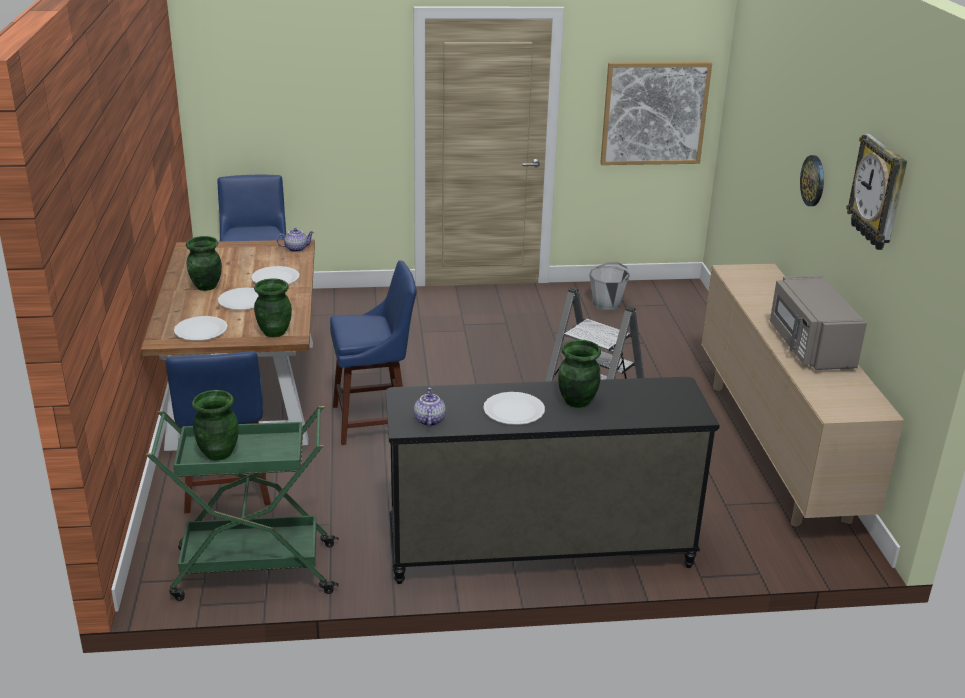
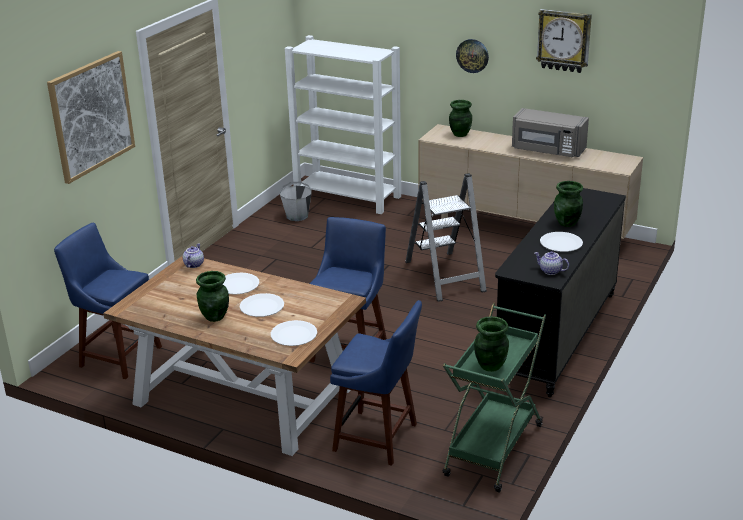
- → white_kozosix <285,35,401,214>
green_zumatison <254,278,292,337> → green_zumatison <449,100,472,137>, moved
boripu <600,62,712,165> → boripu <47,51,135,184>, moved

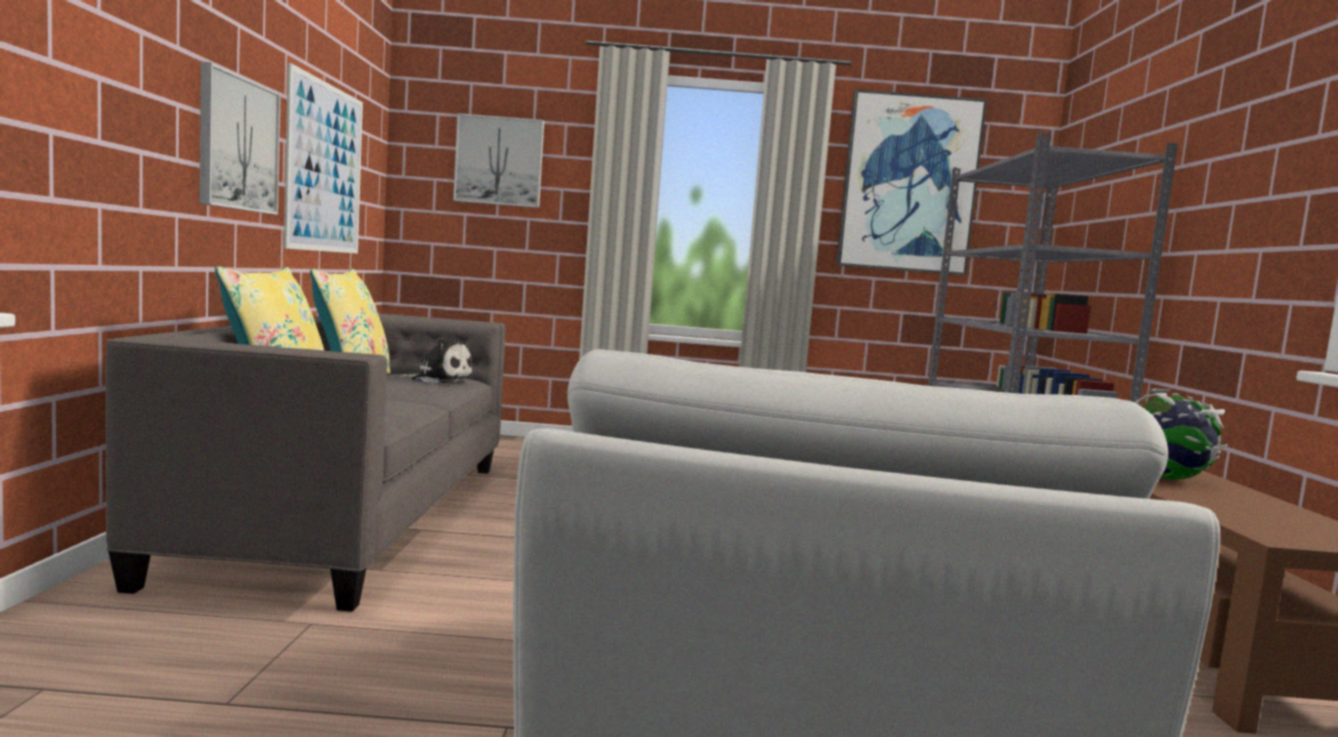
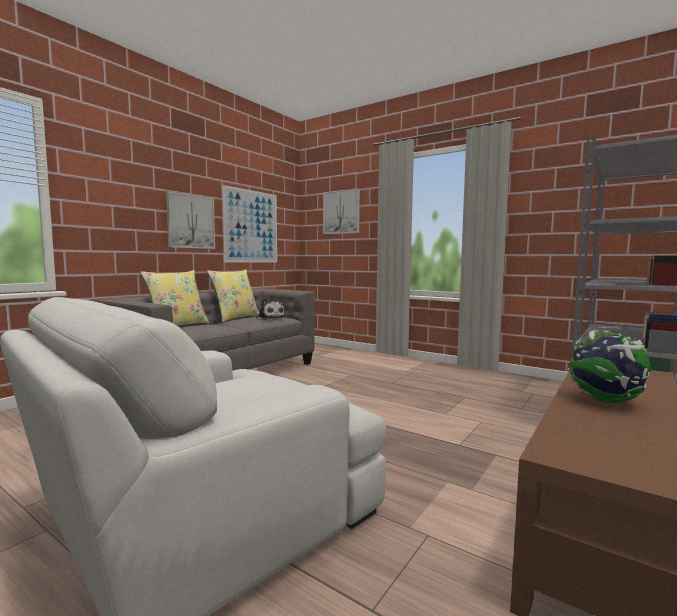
boripu <836,89,987,275> → -

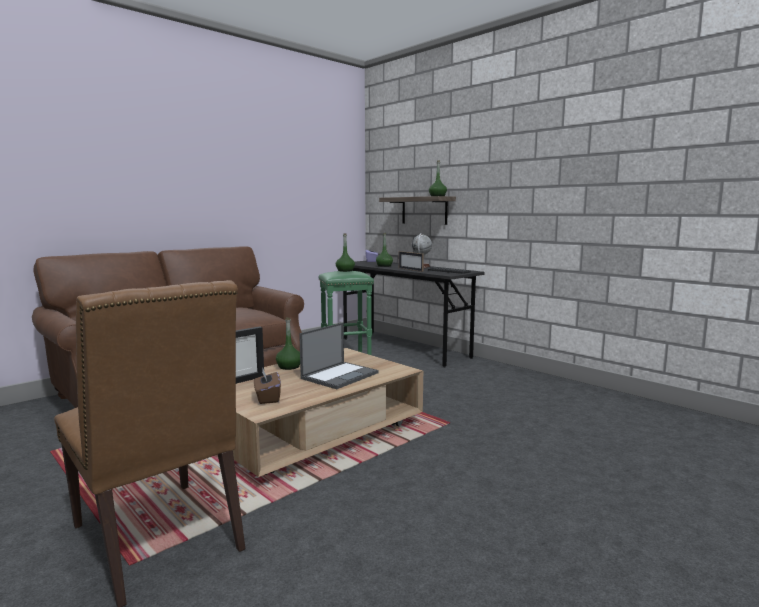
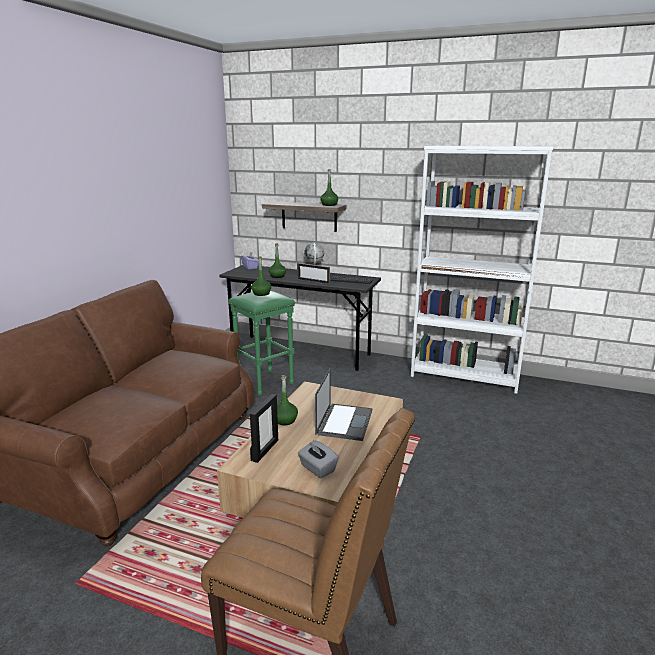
- → white_kozosix <411,146,553,394>
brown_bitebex <254,369,281,404> → grey_bitebex <298,440,338,478>

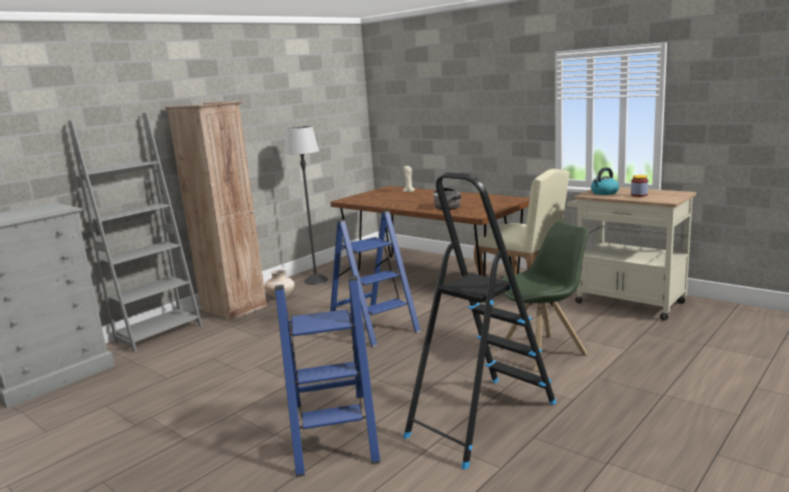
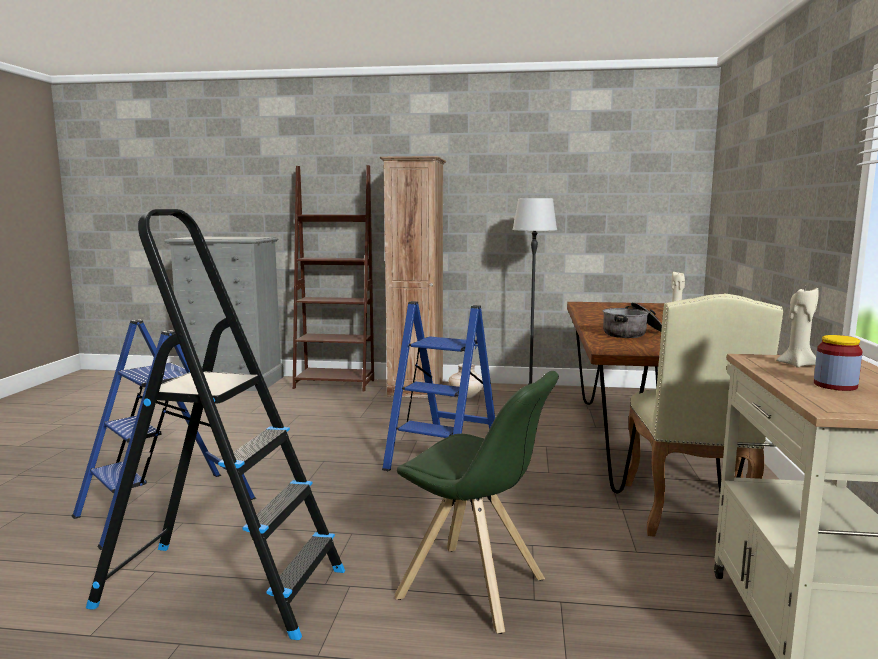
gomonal <591,167,619,195> → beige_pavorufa <776,288,819,368>
grey_kozosix <68,113,202,352> → brown_kozosix <293,165,374,392>

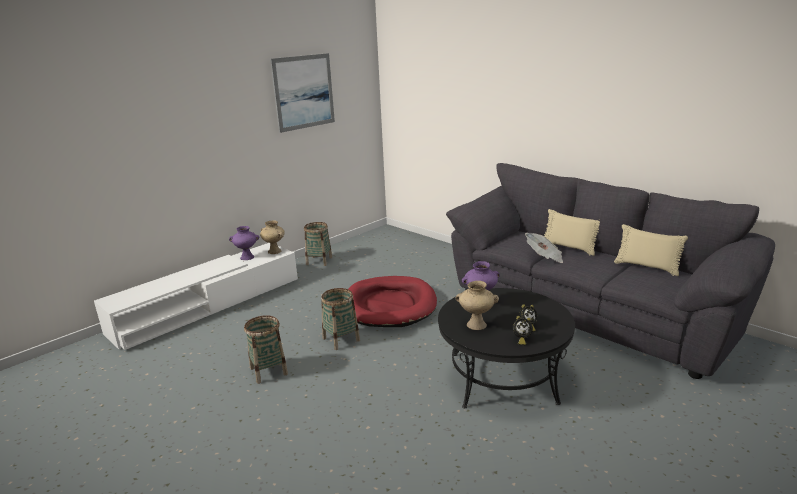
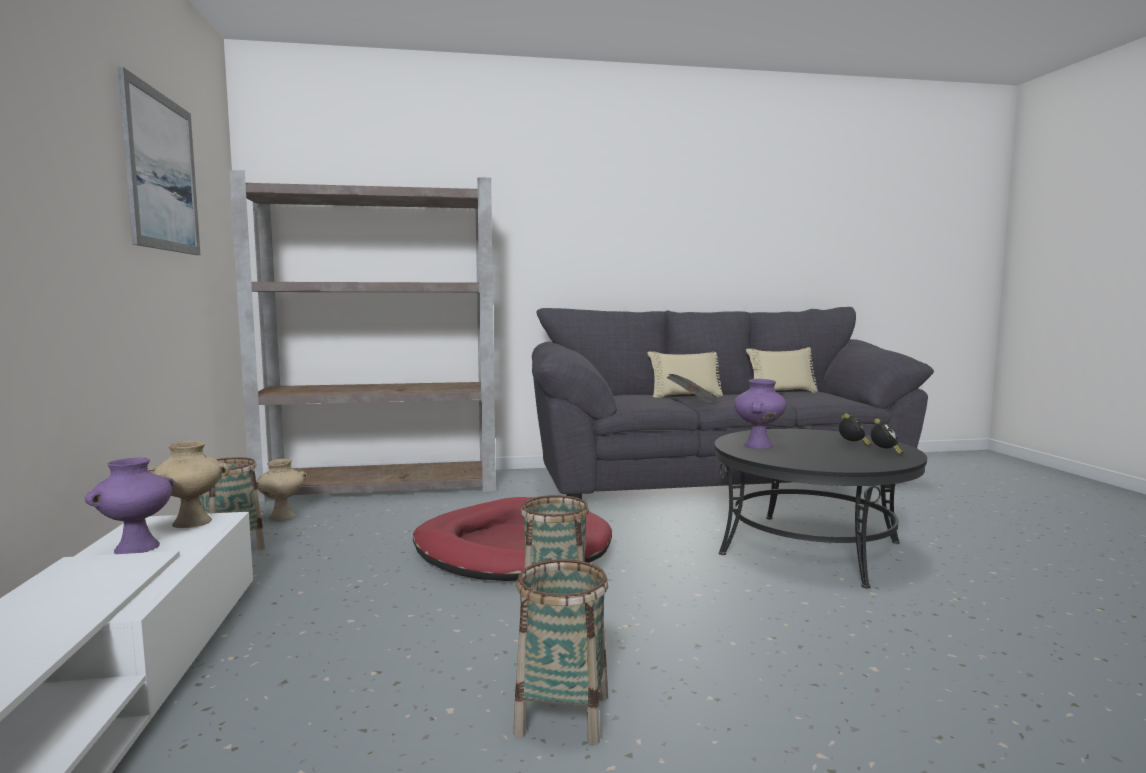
- → brown_kozosix <229,170,496,503>
beige_zumatison <456,281,499,330> → beige_zumatison <256,459,307,521>, moved

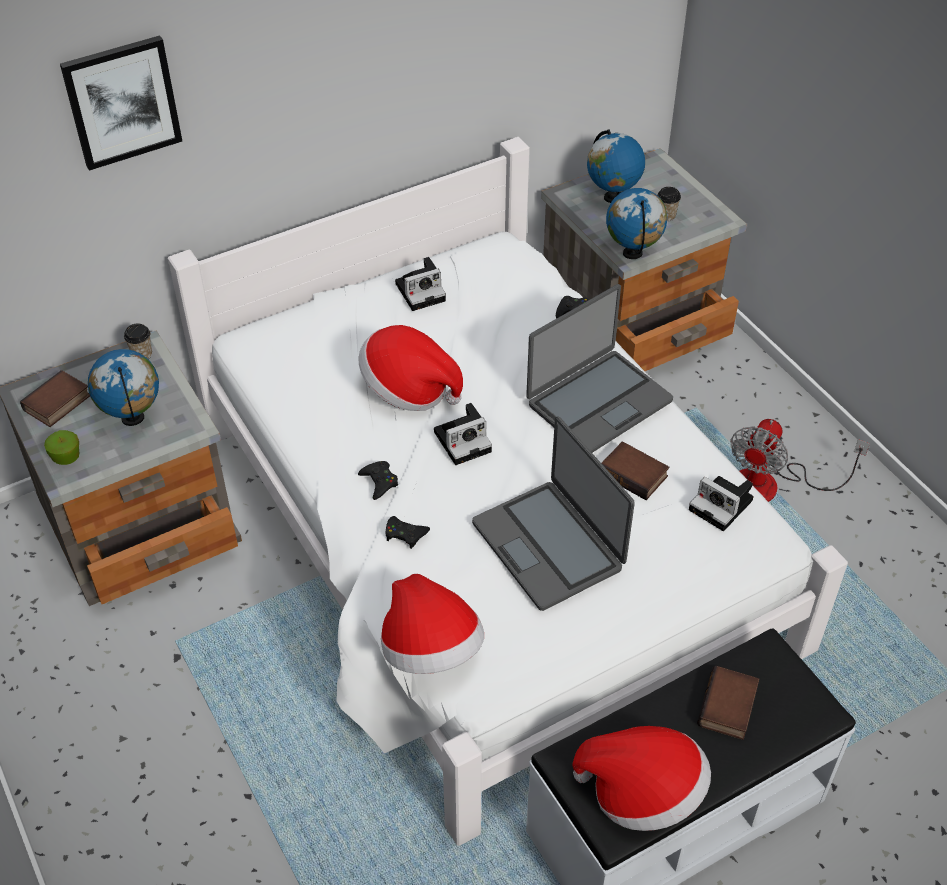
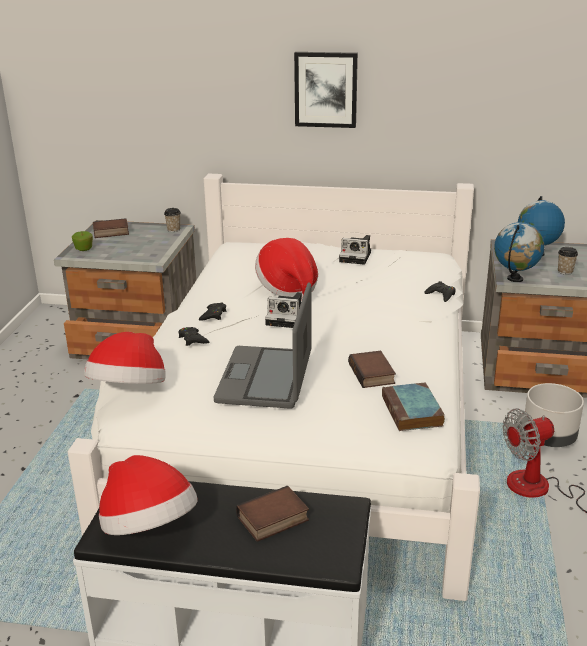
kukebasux <88,349,159,426> → -
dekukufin <526,284,673,453> → -
- → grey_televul <525,383,584,447>
boripu <60,35,182,171> → boripu <294,52,358,128>, moved
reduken <689,476,754,531> → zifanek <382,383,445,431>

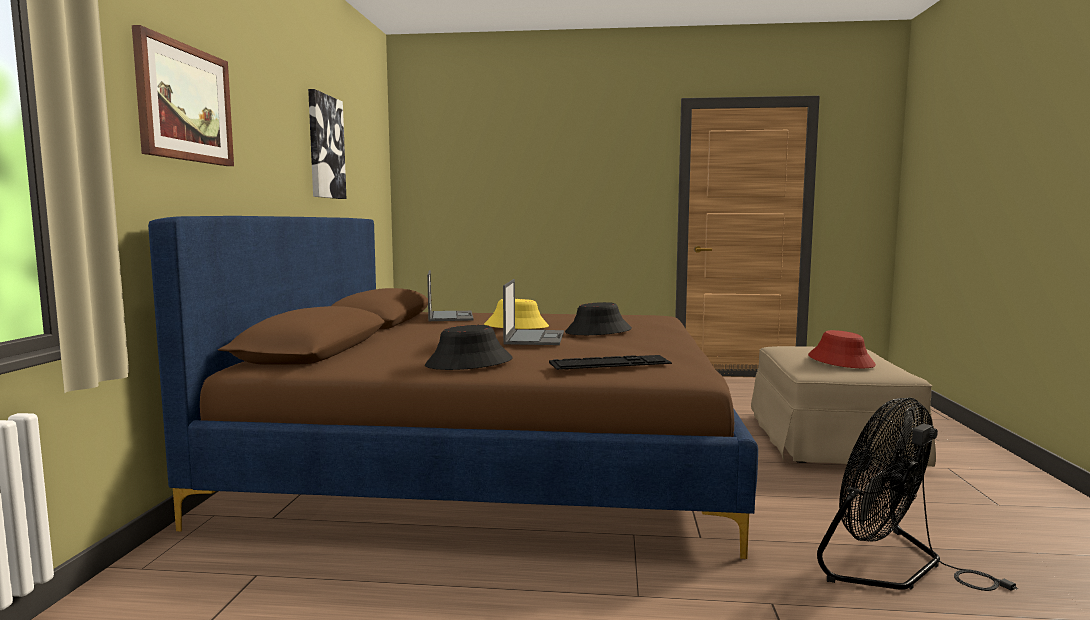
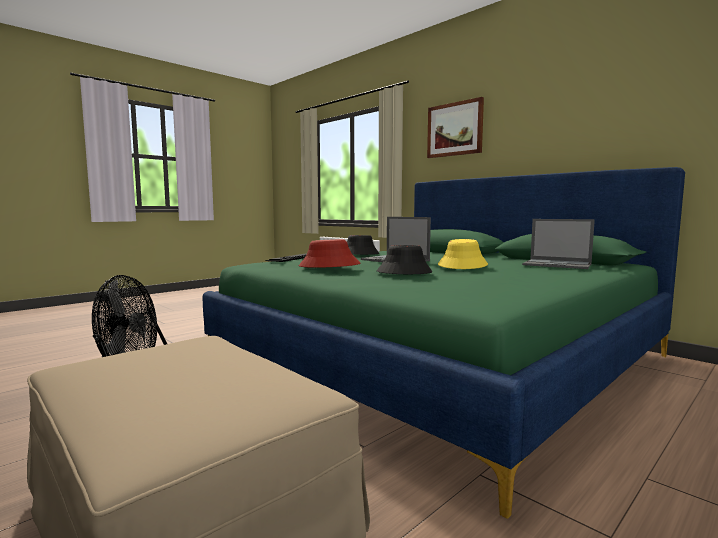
boripu <308,89,347,199> → -
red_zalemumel <808,330,876,368> → red_zalemumel <298,239,361,268>, moved
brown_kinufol <148,216,758,559> → green_kinufol <203,167,685,519>

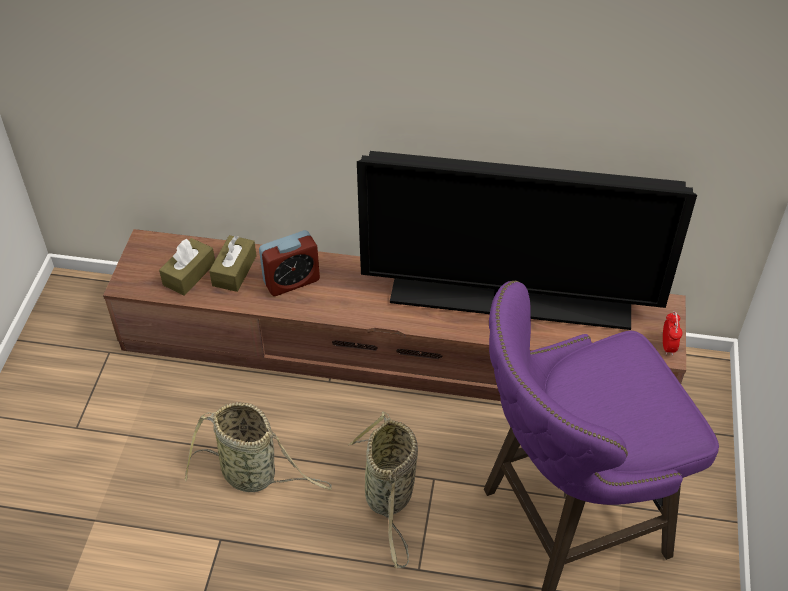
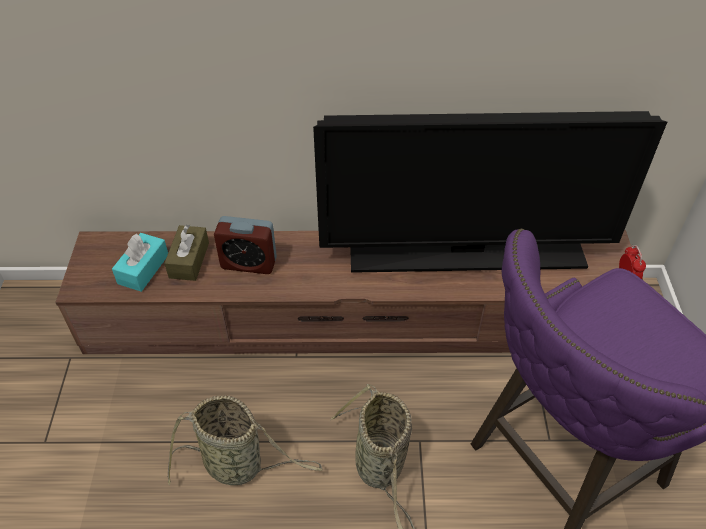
brown_bitebex <159,238,215,296> → turquoise_bitebex <112,233,168,292>
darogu <259,230,320,296> → darogu <214,216,277,274>, 45 degrees clockwise

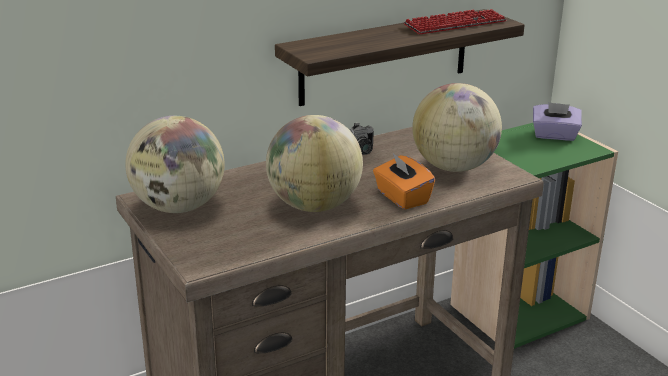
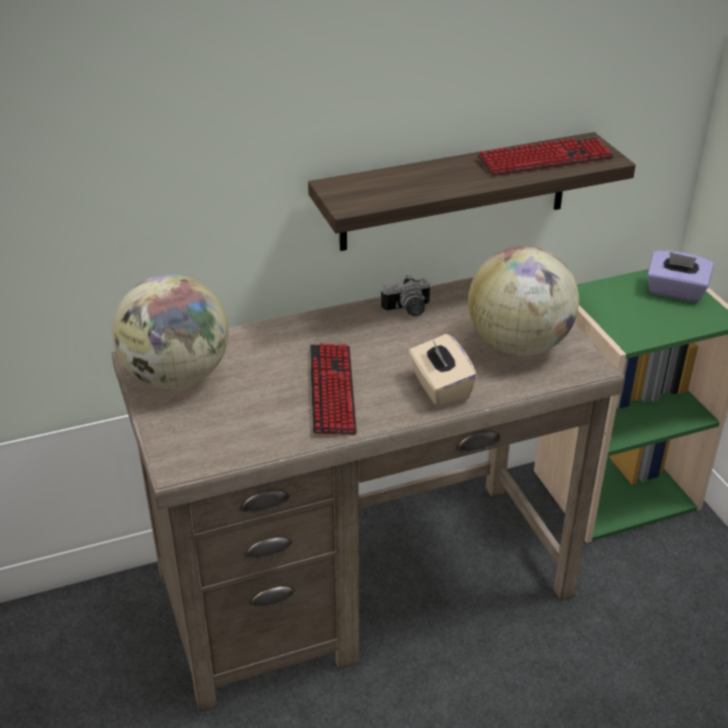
kukebasux <266,115,363,212> → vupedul <310,343,357,435>
orange_bitebex <373,153,435,210> → beige_bitebex <409,334,477,407>

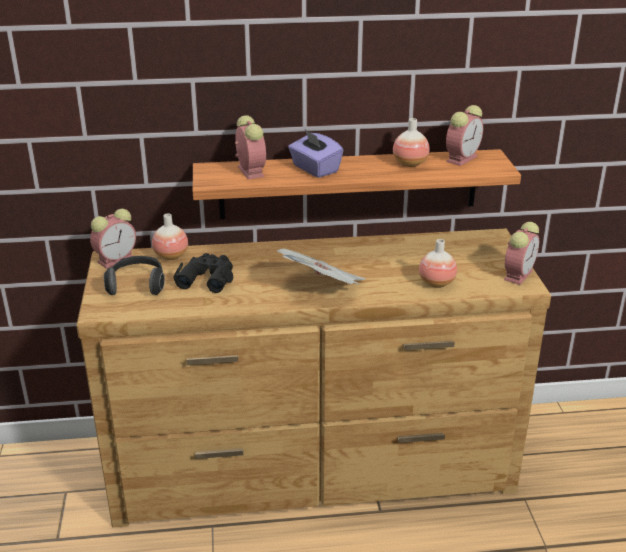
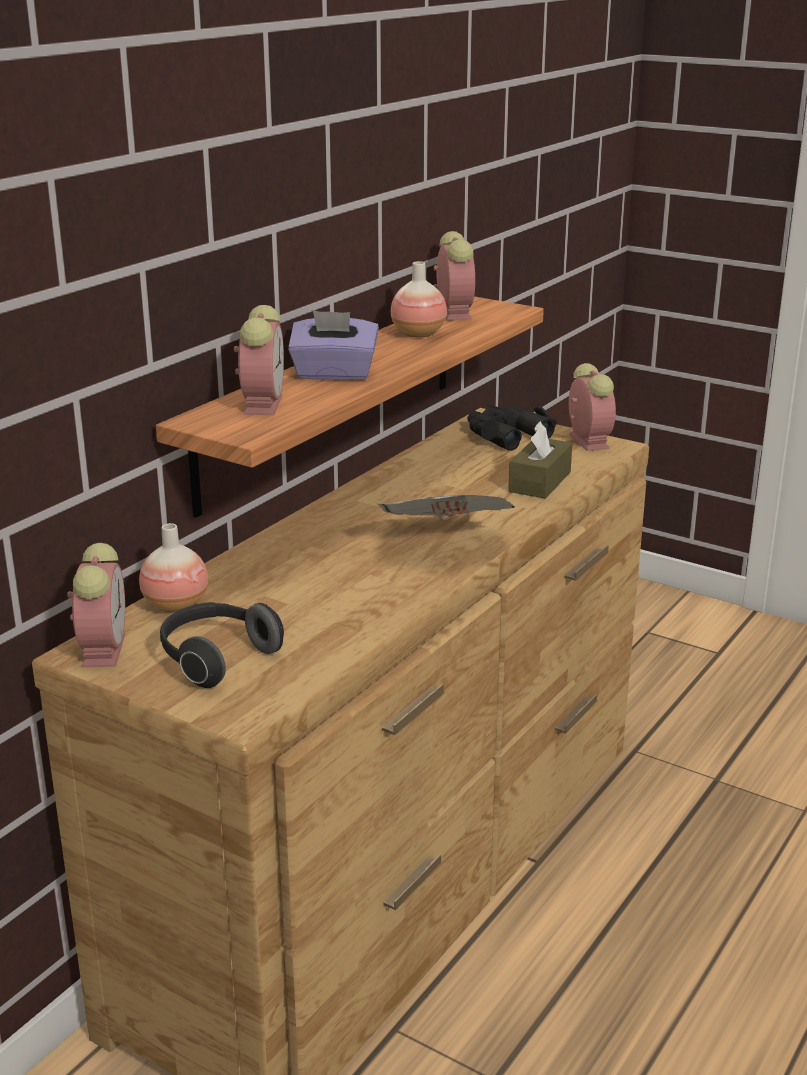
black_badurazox <173,253,233,293> → black_badurazox <467,406,557,451>, moved
zumatison <419,239,457,288> → brown_bitebex <508,421,572,499>
darogu <235,115,266,179> → darogu <234,305,284,415>, 75 degrees clockwise

